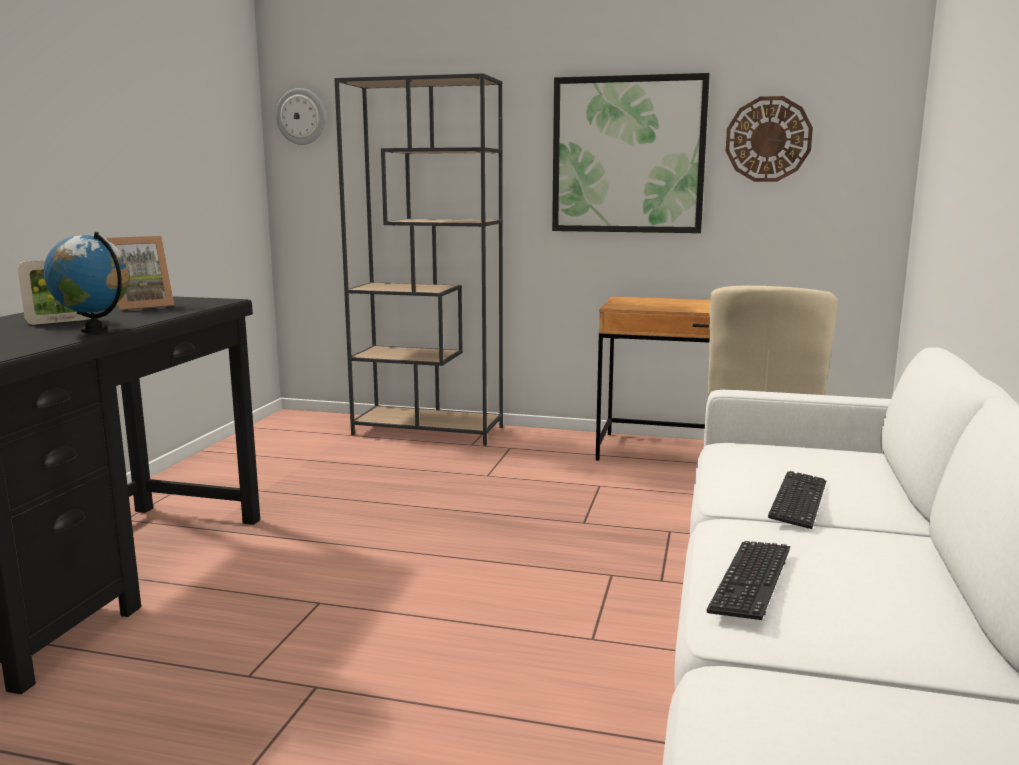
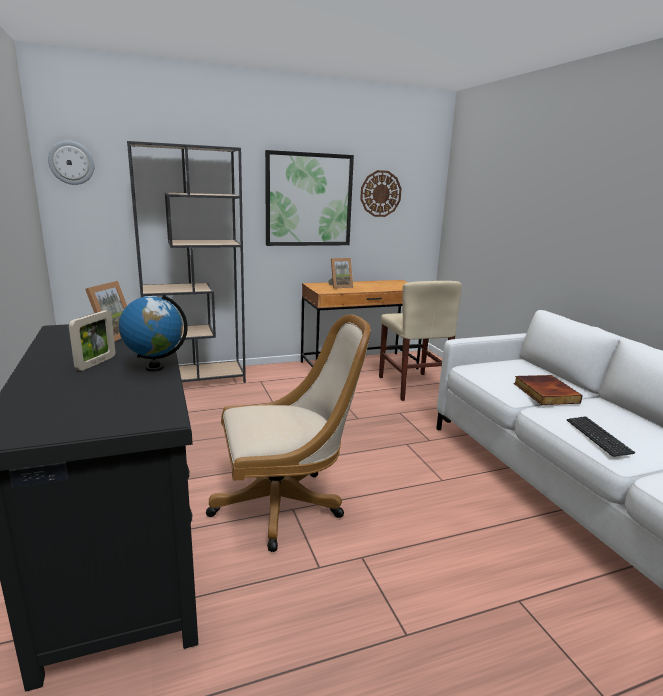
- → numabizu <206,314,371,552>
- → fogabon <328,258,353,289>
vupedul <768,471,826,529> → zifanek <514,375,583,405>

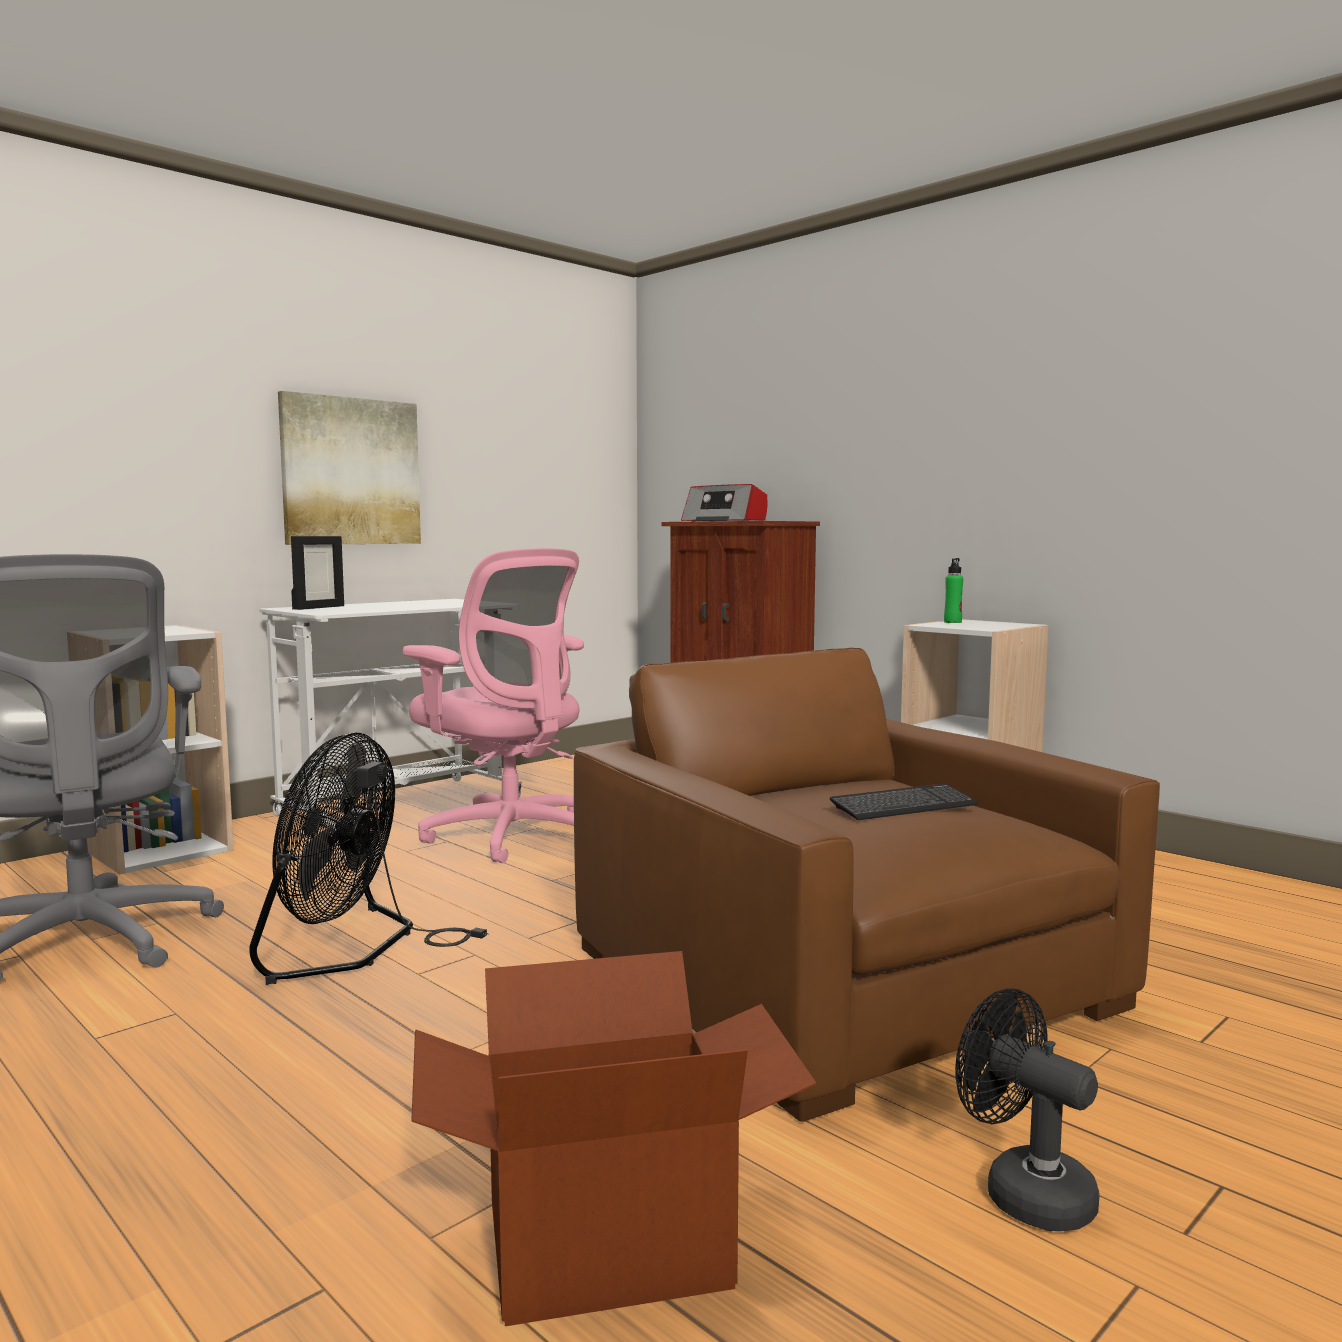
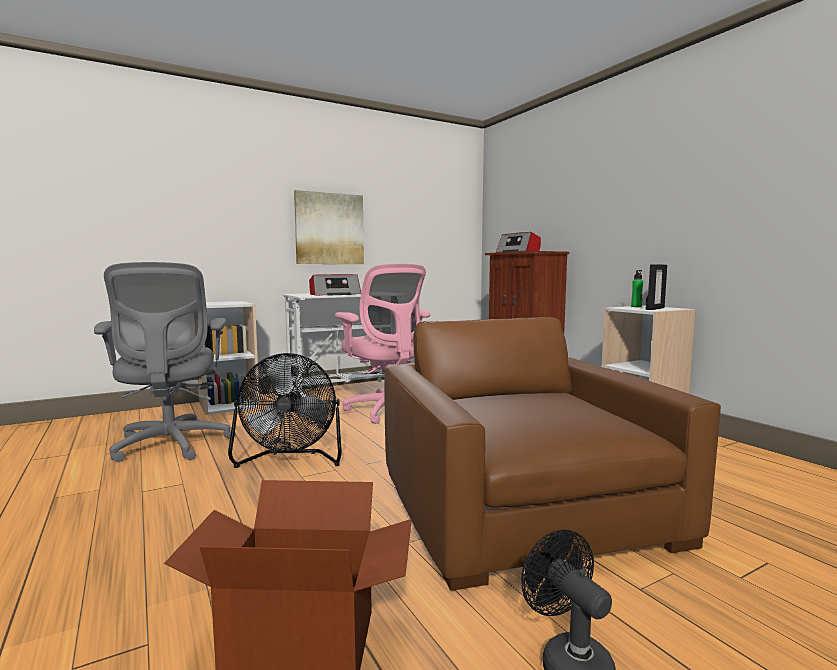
vupedul <830,784,978,820> → -
- → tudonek <309,274,361,296>
fogabon <291,536,344,610> → fogabon <645,264,667,310>, moved
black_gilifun <249,732,489,985> → black_gilifun <228,353,342,468>, 120 degrees counterclockwise

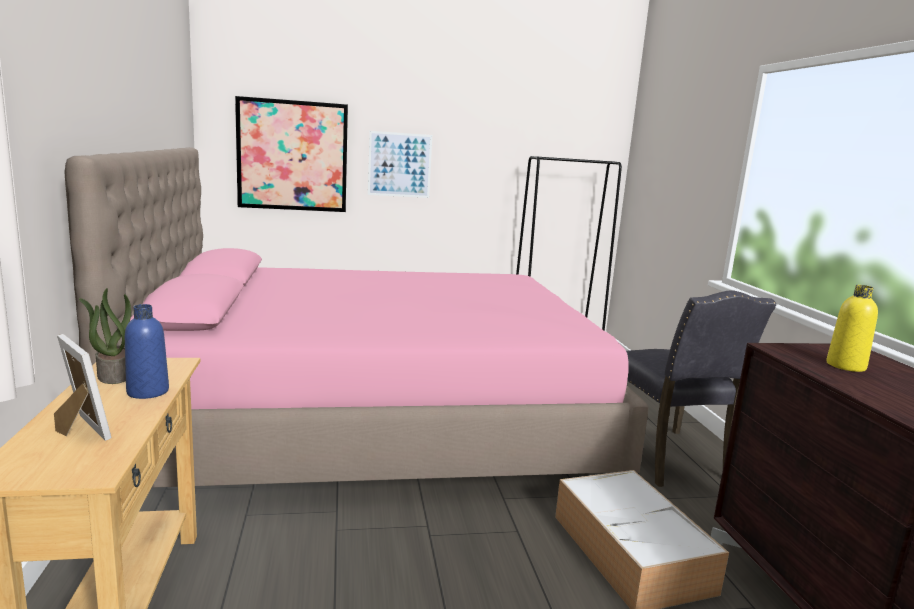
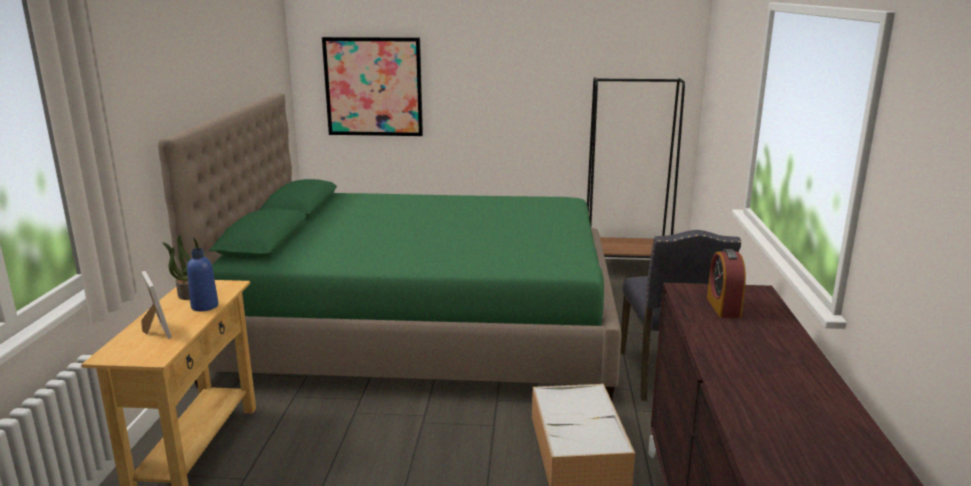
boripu <368,131,432,198> → -
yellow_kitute <826,285,878,372> → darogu <707,249,746,318>
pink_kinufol <64,147,648,488> → green_kinufol <158,93,622,401>

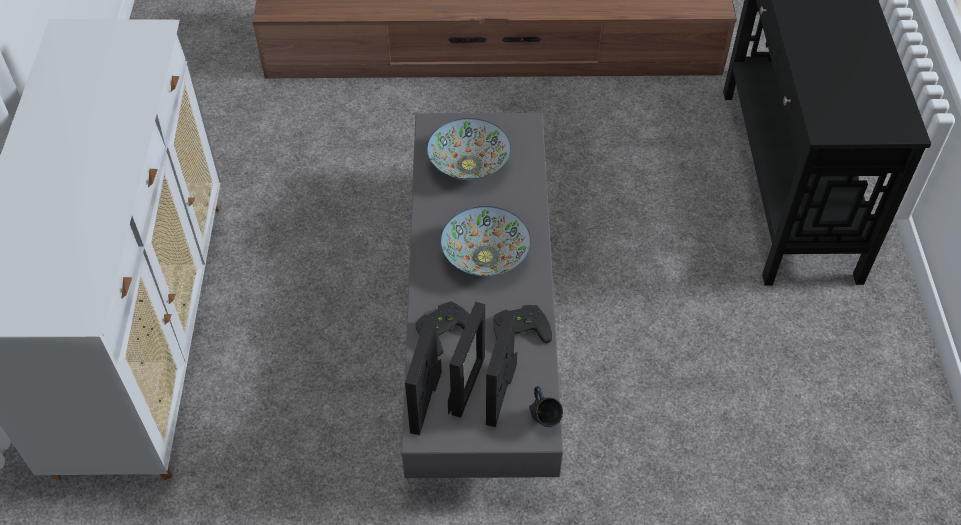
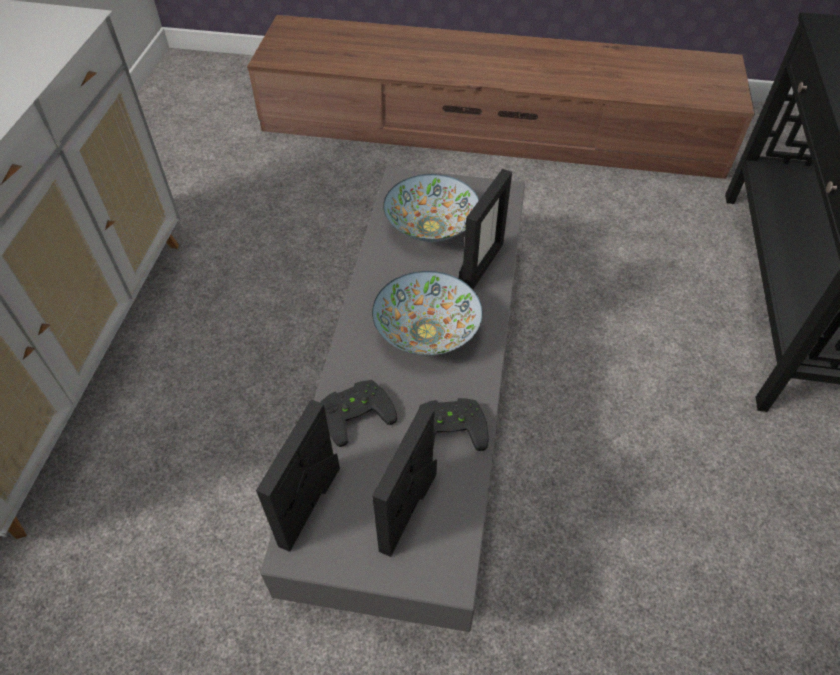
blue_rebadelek <529,386,563,427> → -
fogabon <448,302,485,418> → fogabon <459,169,512,289>, moved

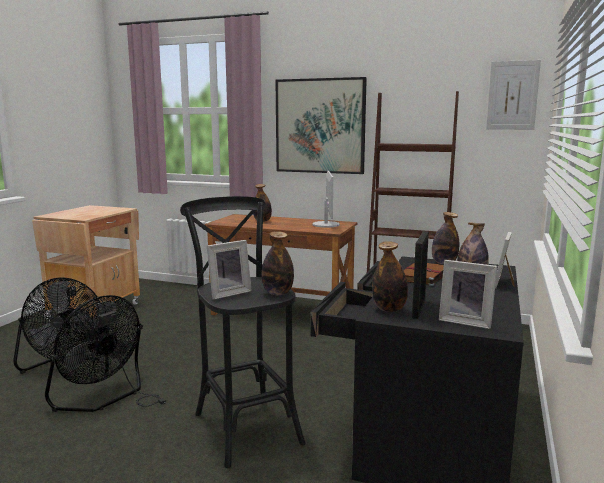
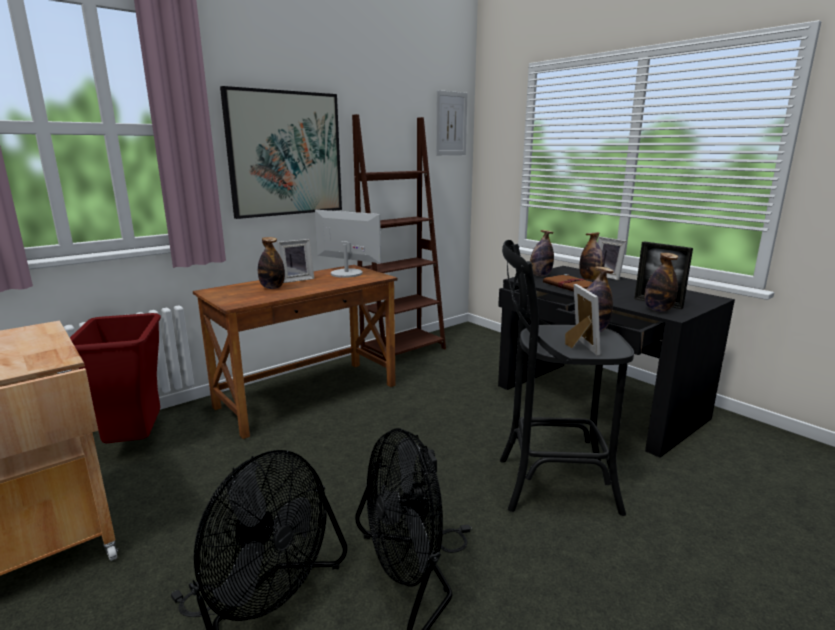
- → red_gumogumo <70,313,161,443>
fogabon <439,260,497,329> → fogabon <277,239,314,283>, moved

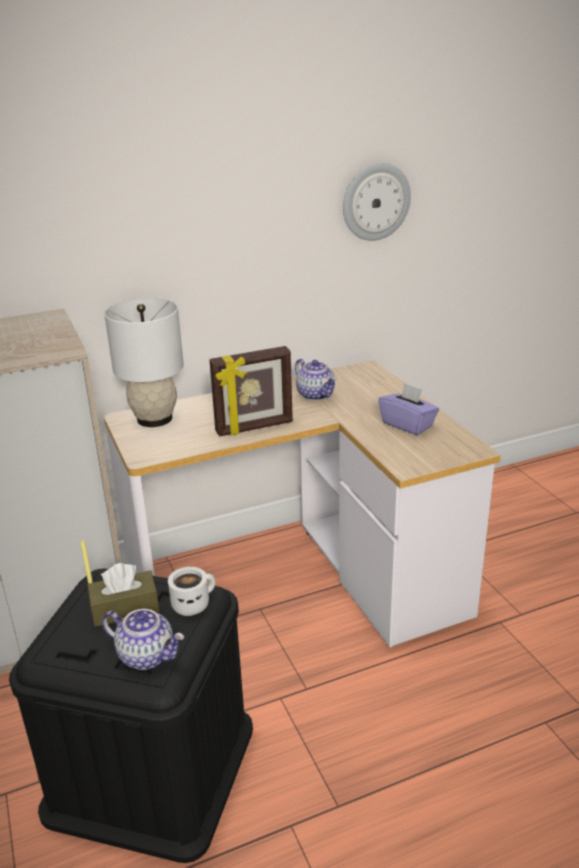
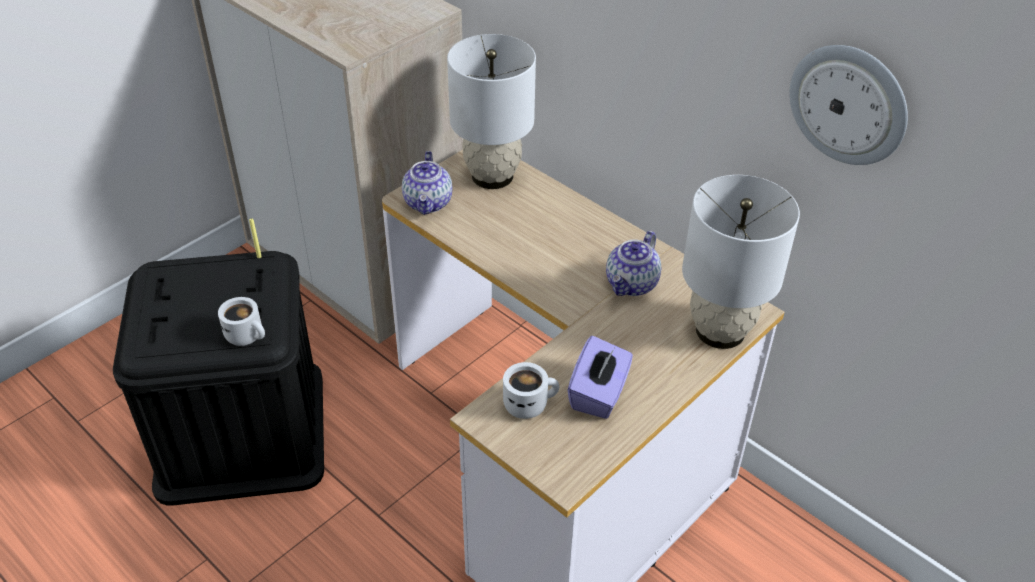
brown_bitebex <87,563,159,627> → -
fogabon <209,346,293,437> → -
- → white_rebadelek <503,362,559,419>
- → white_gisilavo <682,175,800,349>
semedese <102,609,184,670> → semedese <402,151,452,215>, moved

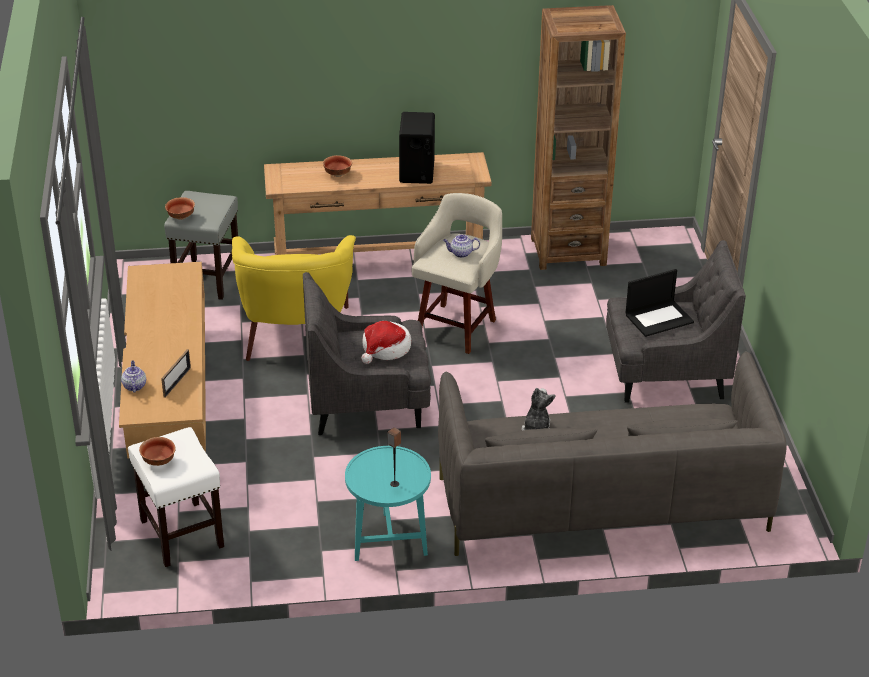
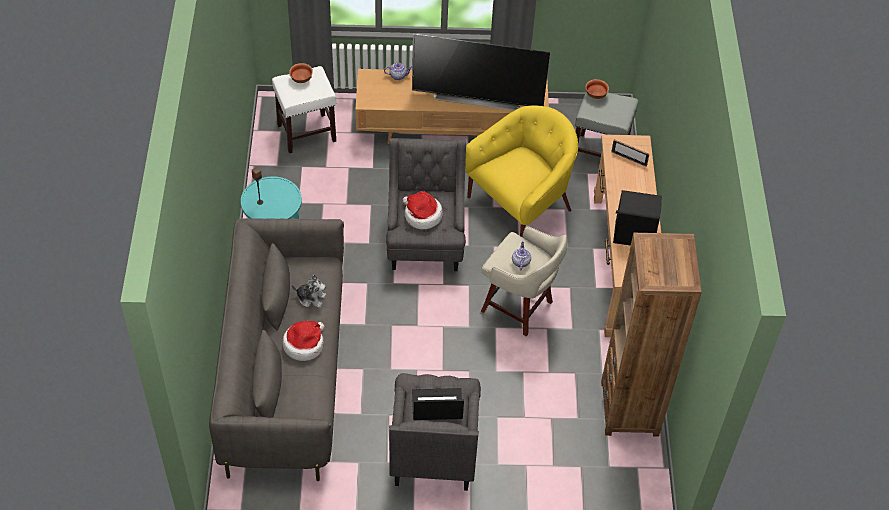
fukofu <323,155,352,177> → -
- → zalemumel <283,321,324,361>
- → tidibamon <412,34,550,111>
fogabon <161,349,191,398> → fogabon <611,139,649,167>, moved
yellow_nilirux <232,235,356,361> → yellow_nilirux <465,105,578,237>, 135 degrees clockwise
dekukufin <626,269,694,337> → dekukufin <412,388,464,420>, 105 degrees clockwise

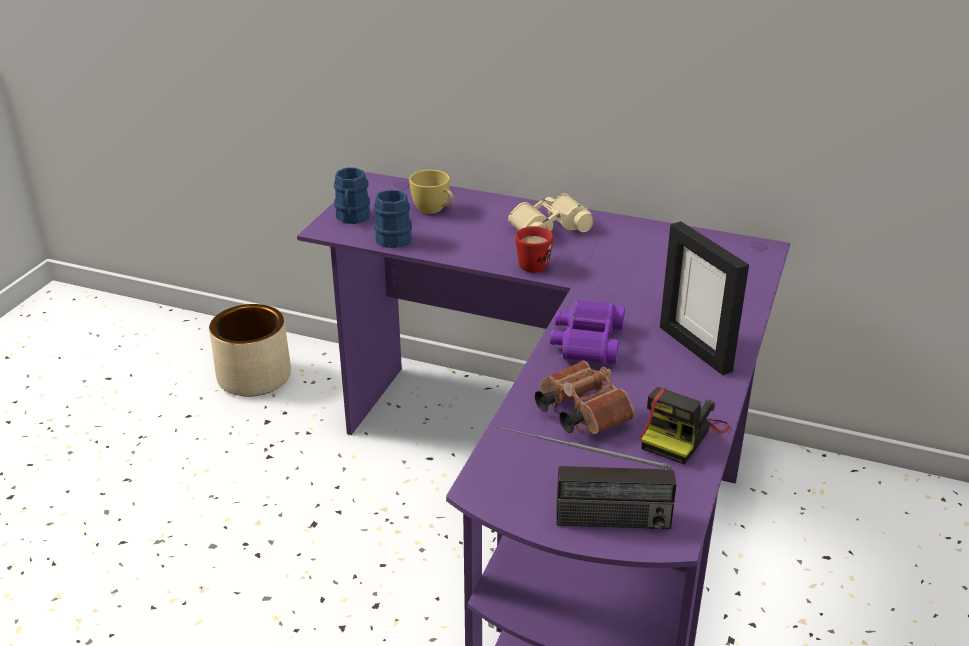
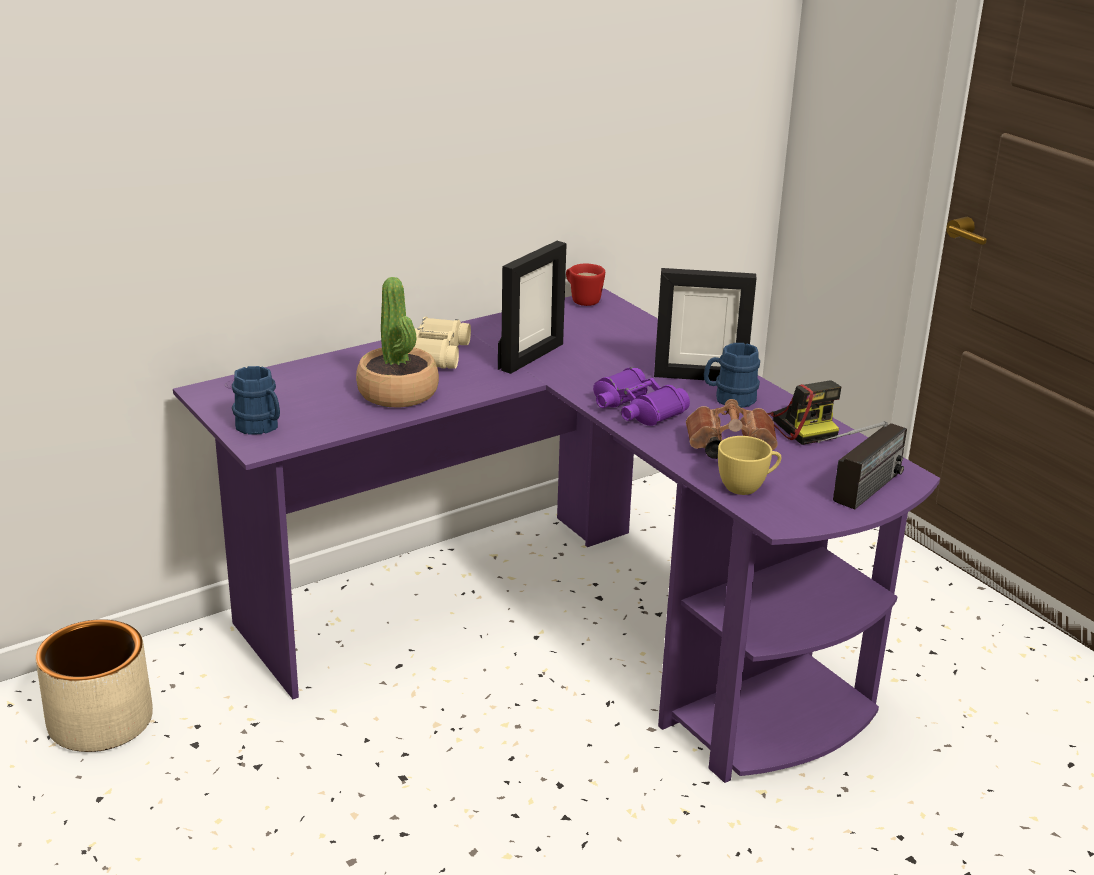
- → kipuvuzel <356,277,439,407>
- → fogabon <498,241,567,374>
blue_rebadelek <374,190,412,248> → blue_rebadelek <704,343,760,408>, moved
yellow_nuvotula <409,170,453,214> → yellow_nuvotula <718,436,781,495>, moved
red_rebadelek <515,226,554,273> → red_rebadelek <566,264,605,306>, moved

